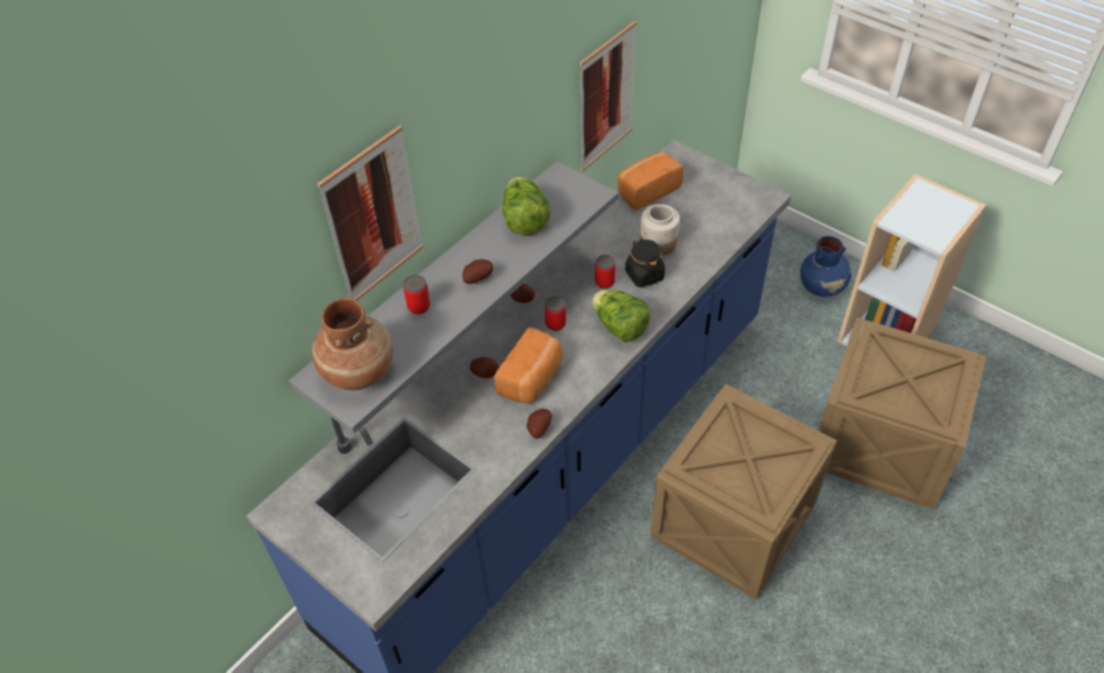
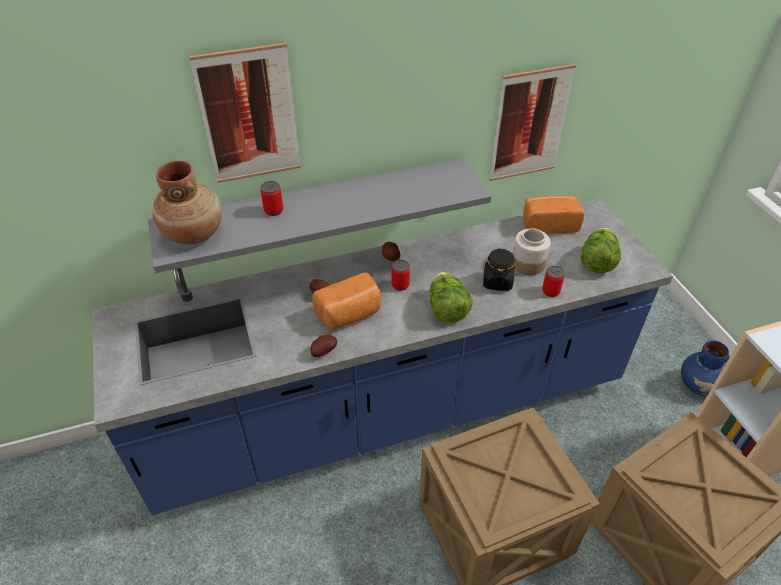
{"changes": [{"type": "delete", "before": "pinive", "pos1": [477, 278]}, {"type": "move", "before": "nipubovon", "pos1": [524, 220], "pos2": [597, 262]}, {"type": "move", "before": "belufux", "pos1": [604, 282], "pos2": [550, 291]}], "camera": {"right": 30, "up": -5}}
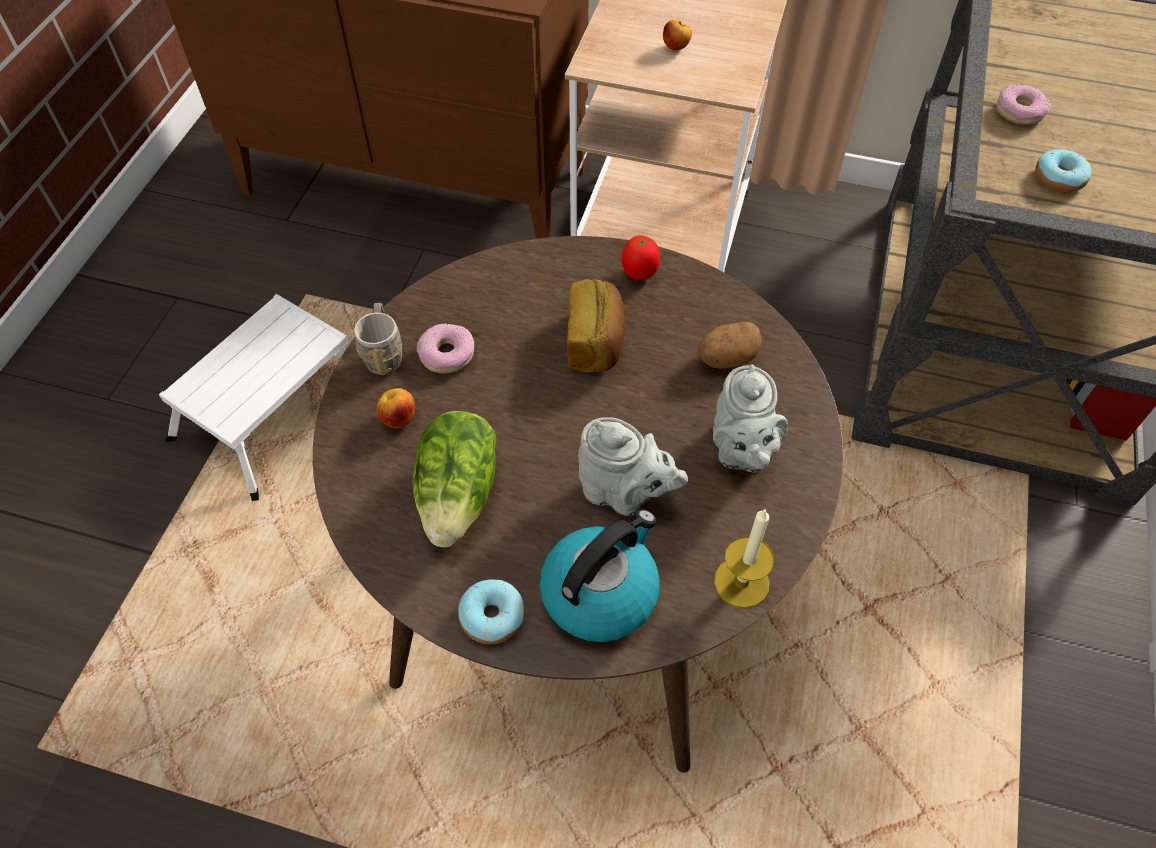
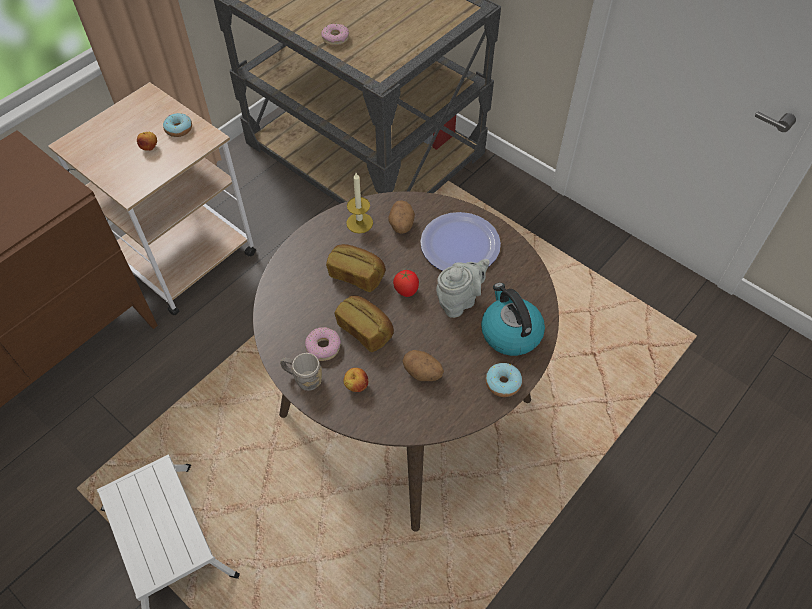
{"changes": [{"type": "insert", "after": "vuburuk", "pos2": [365, 330]}, {"type": "move", "before": "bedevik", "pos1": [640, 274], "pos2": [406, 291]}, {"type": "move", "before": "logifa", "pos1": [741, 582], "pos2": [359, 223]}, {"type": "move", "before": "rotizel", "pos1": [1058, 179], "pos2": [179, 129]}, {"type": "replace", "before": "nipubovon", "after": "pinive", "pos1": [460, 494], "pos2": [423, 373]}, {"type": "replace", "before": "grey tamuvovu", "after": "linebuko", "pos1": [740, 451], "pos2": [460, 244]}], "camera": {"right": -65, "up": 0}}
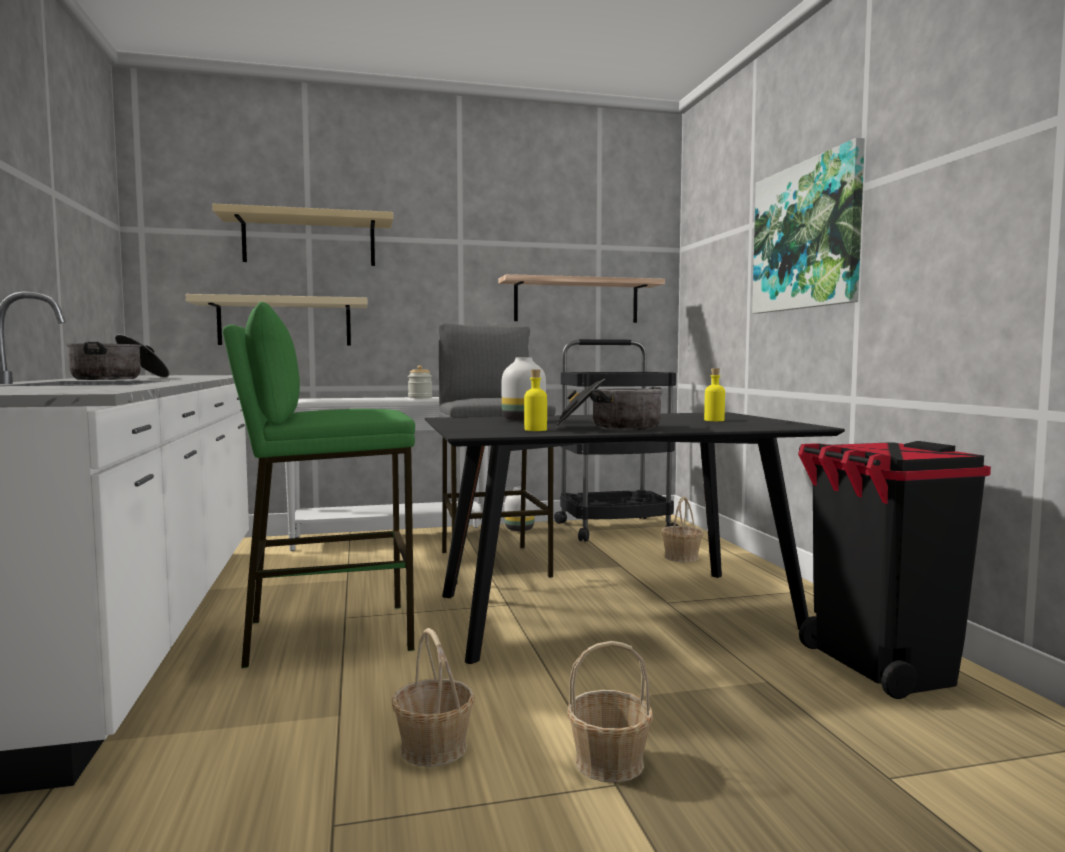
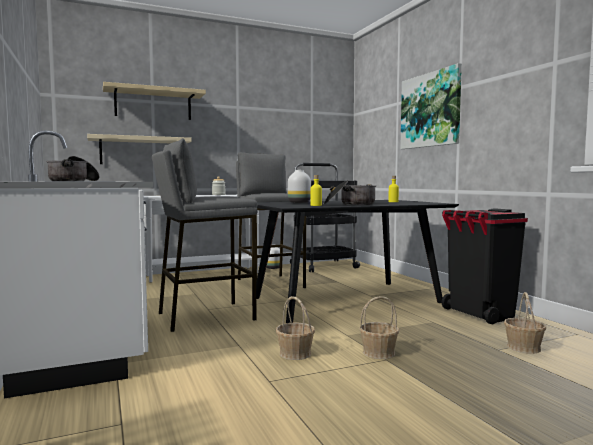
{"changes": [{"type": "delete", "before": "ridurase", "pos1": [576, 301]}, {"type": "move", "before": "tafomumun", "pos1": [681, 557], "pos2": [523, 347]}, {"type": "recolor", "before": "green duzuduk", "after": "grey duzuduk", "pos1": [328, 634], "pos2": [205, 316]}], "camera": {"right": -10, "up": 0}}
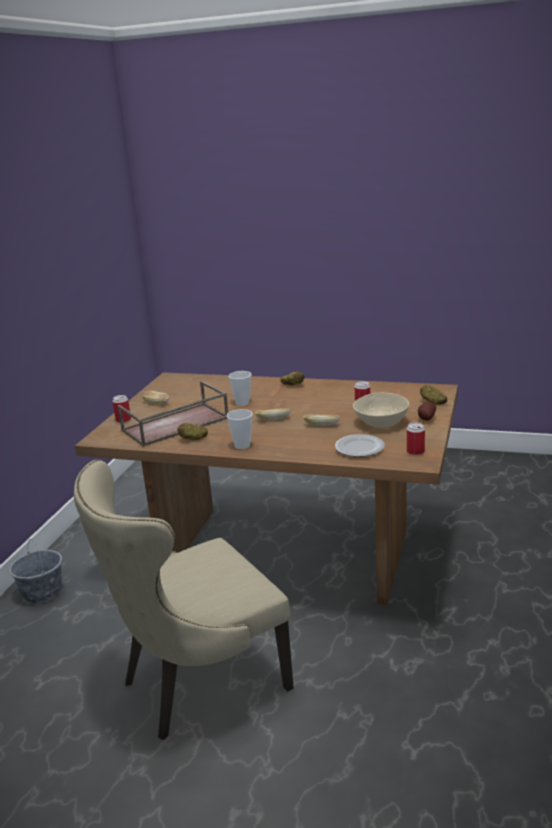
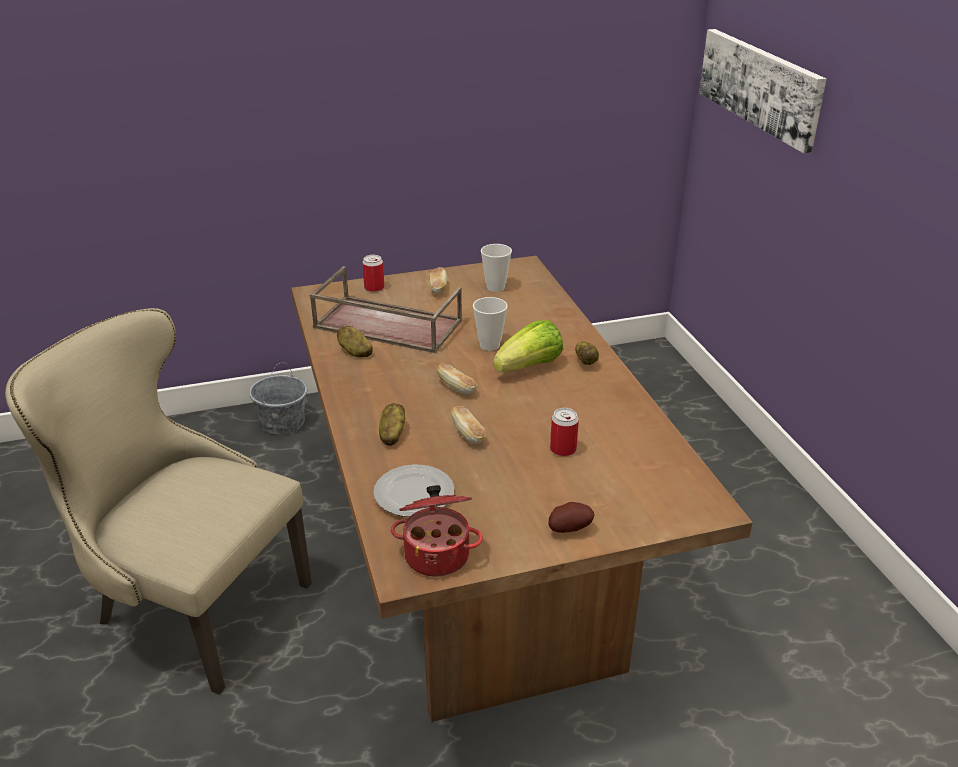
{"changes": [{"type": "delete", "before": "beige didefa", "pos1": [381, 423]}, {"type": "insert", "after": "nipubovon", "pos2": [529, 367]}, {"type": "insert", "after": "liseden", "pos2": [760, 86]}, {"type": "move", "before": "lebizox", "pos1": [242, 446], "pos2": [495, 287]}, {"type": "move", "before": "pinive", "pos1": [433, 402], "pos2": [392, 435]}, {"type": "replace", "before": "belufux", "after": "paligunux", "pos1": [415, 452], "pos2": [437, 554]}], "camera": {"right": 55, "up": 10}}
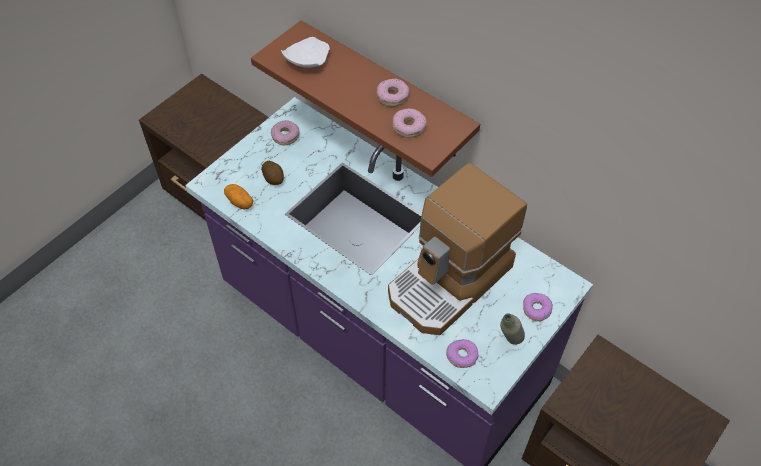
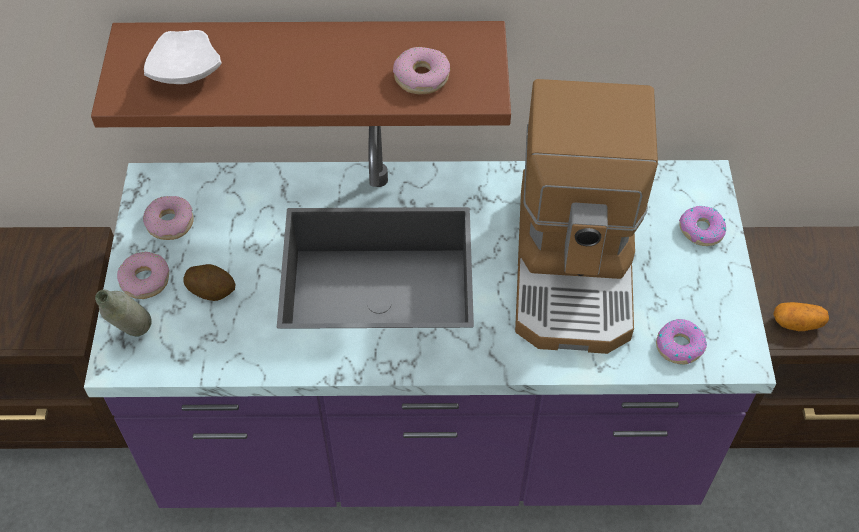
{"changes": [{"type": "move", "before": "pinive", "pos1": [240, 202], "pos2": [797, 323]}, {"type": "move", "before": "rotizel", "pos1": [392, 96], "pos2": [145, 280]}, {"type": "move", "before": "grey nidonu", "pos1": [508, 343], "pos2": [135, 338]}], "camera": {"right": -40, "up": 0}}
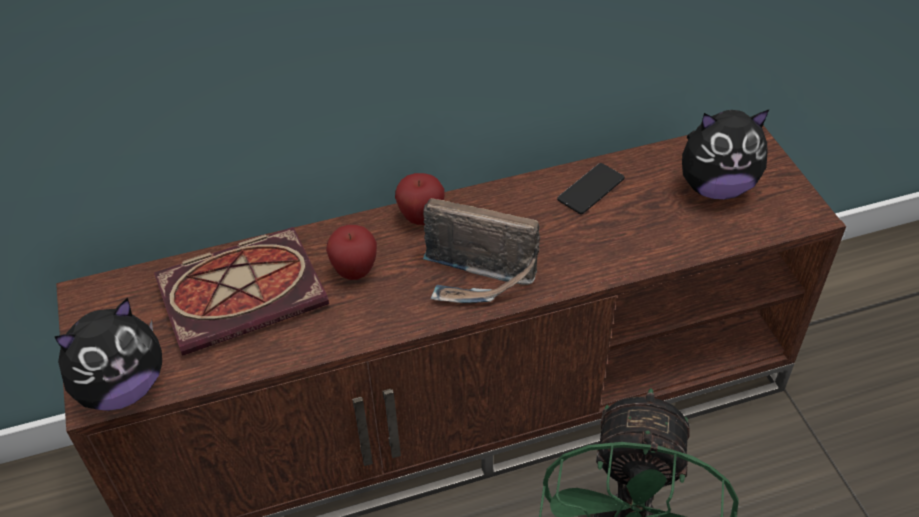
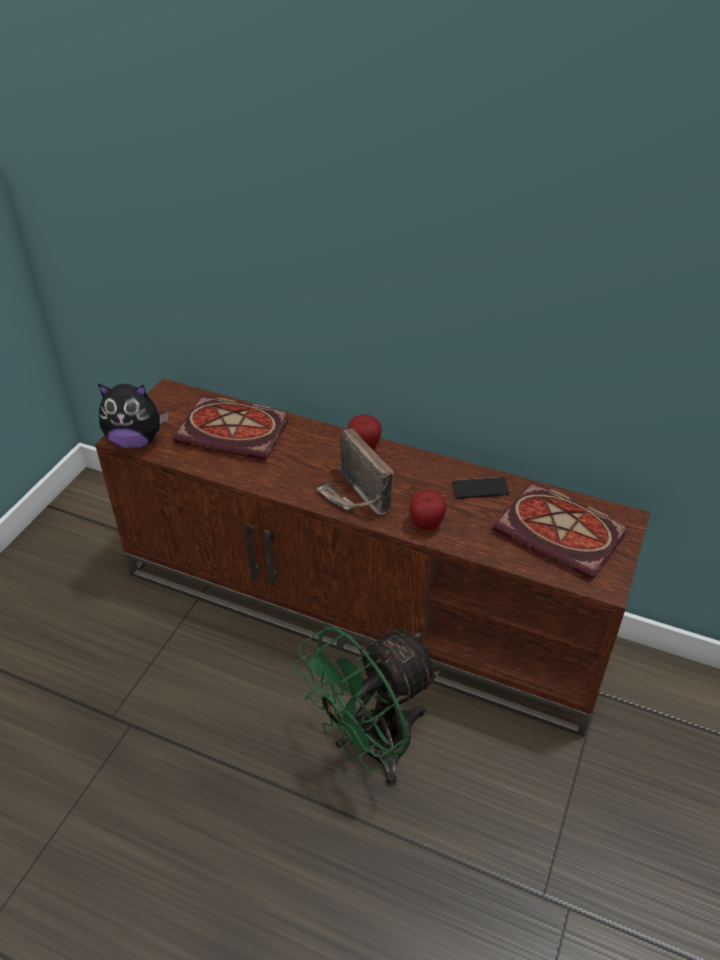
{"changes": [{"type": "move", "before": "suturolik", "pos1": [355, 271], "pos2": [426, 524]}, {"type": "replace", "before": "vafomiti", "after": "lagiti", "pos1": [715, 187], "pos2": [563, 533]}], "camera": {"right": 40, "up": -5}}
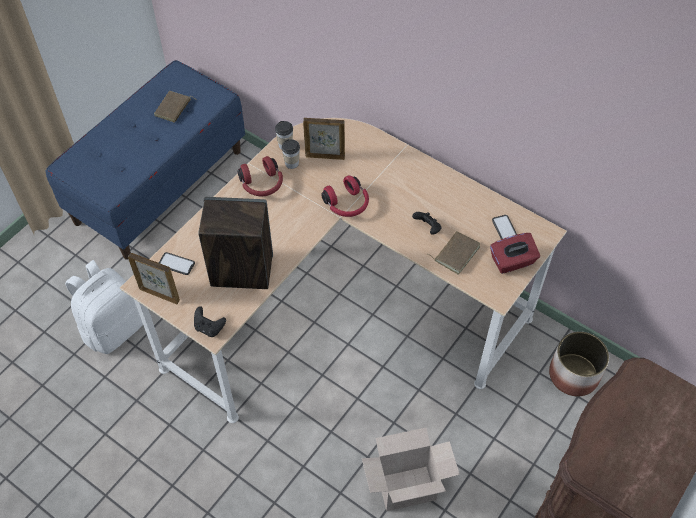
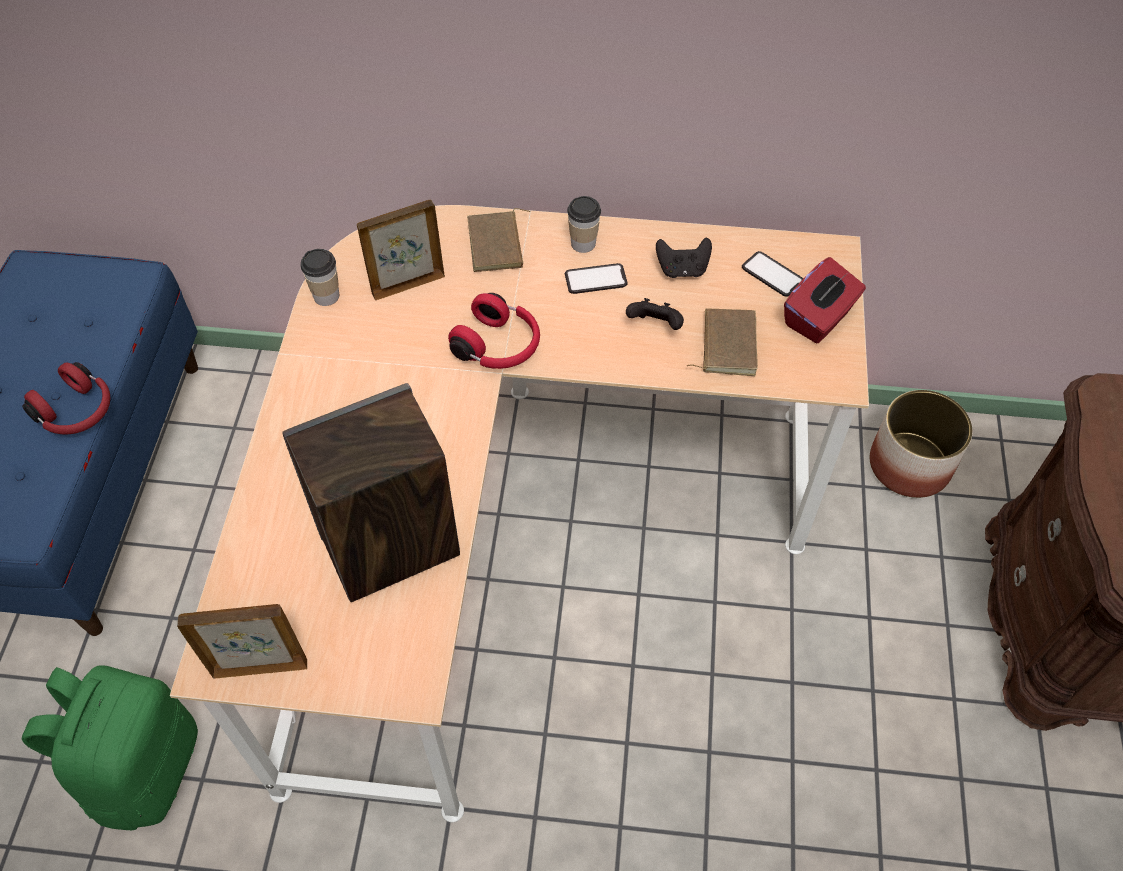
{"changes": [{"type": "delete", "before": "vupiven", "pos1": [408, 486]}, {"type": "move", "before": "brown lagiti", "pos1": [174, 108], "pos2": [498, 245]}, {"type": "move", "before": "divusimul", "pos1": [176, 264], "pos2": [595, 279]}, {"type": "move", "before": "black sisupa", "pos1": [209, 328], "pos2": [682, 269]}, {"type": "move", "before": "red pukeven", "pos1": [262, 184], "pos2": [77, 412]}, {"type": "move", "before": "lebizox", "pos1": [292, 163], "pos2": [583, 243]}, {"type": "recolor", "before": "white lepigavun", "after": "green lepigavun", "pos1": [114, 328], "pos2": [143, 768]}], "camera": {"right": -30, "up": 0}}
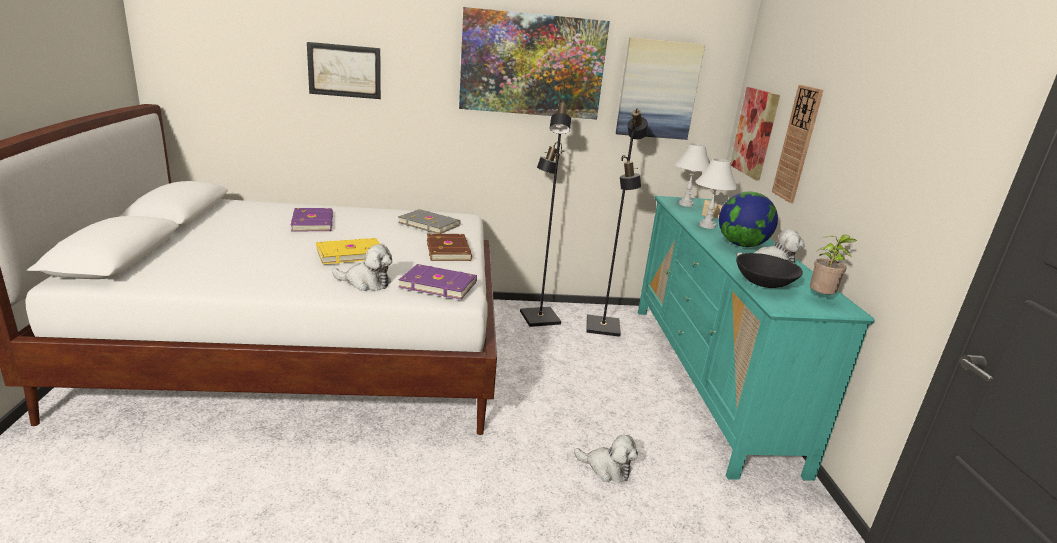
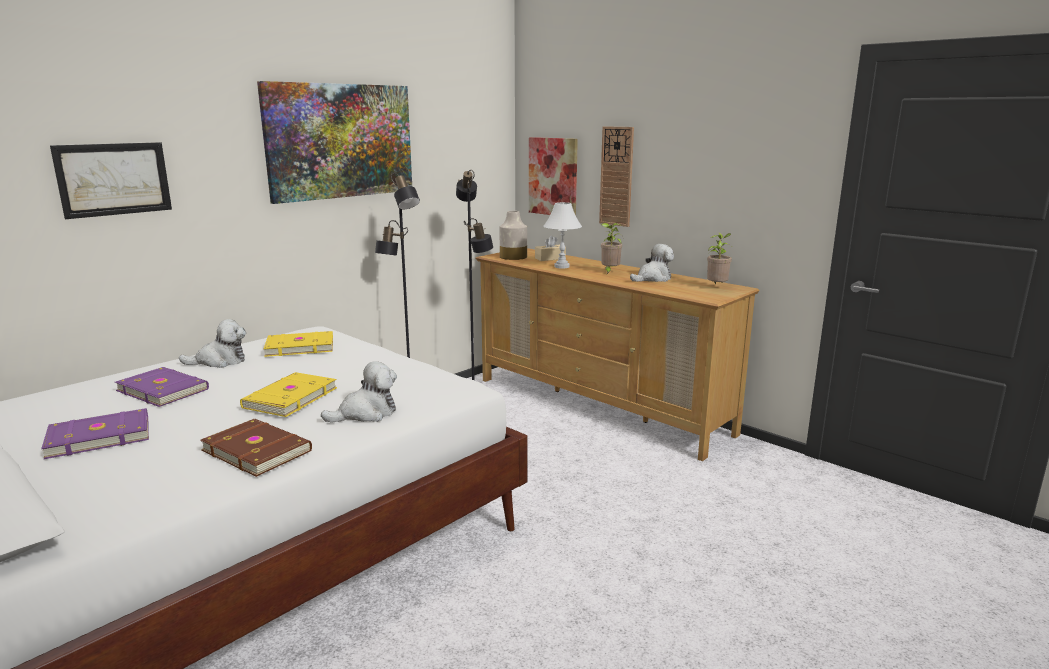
{"changes": [{"type": "delete", "before": "liseden", "pos1": [658, 89]}, {"type": "delete", "before": "black didefa", "pos1": [764, 283]}, {"type": "move", "before": "purple lagiti", "pos1": [438, 284], "pos2": [98, 436]}, {"type": "move", "before": "brown lagiti", "pos1": [449, 250], "pos2": [258, 450]}, {"type": "move", "before": "vafomiti", "pos1": [607, 468], "pos2": [220, 361]}, {"type": "replace", "before": "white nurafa", "after": "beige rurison", "pos1": [686, 204], "pos2": [513, 257]}, {"type": "replace", "before": "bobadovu", "after": "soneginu", "pos1": [741, 245], "pos2": [609, 272]}, {"type": "recolor", "before": "grey lagiti", "after": "yellow lagiti", "pos1": [429, 224], "pos2": [299, 347]}, {"type": "recolor", "before": "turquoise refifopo", "after": "brown refifopo", "pos1": [706, 379], "pos2": [599, 406]}], "camera": {"right": -40, "up": -5}}
